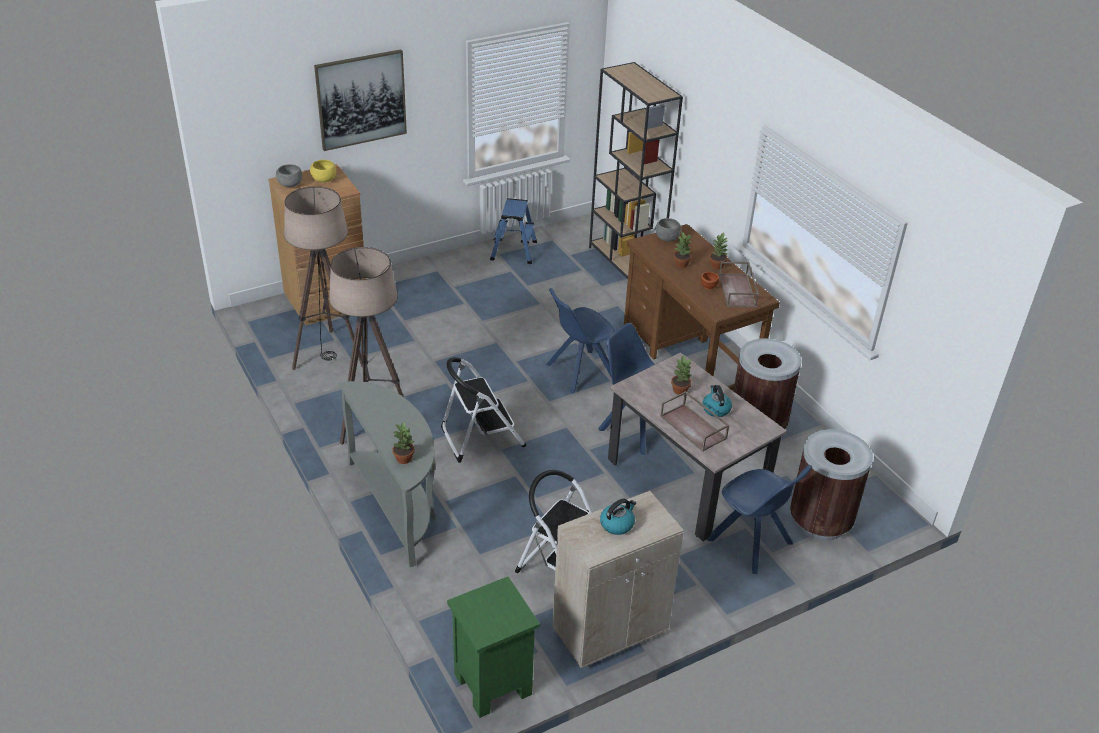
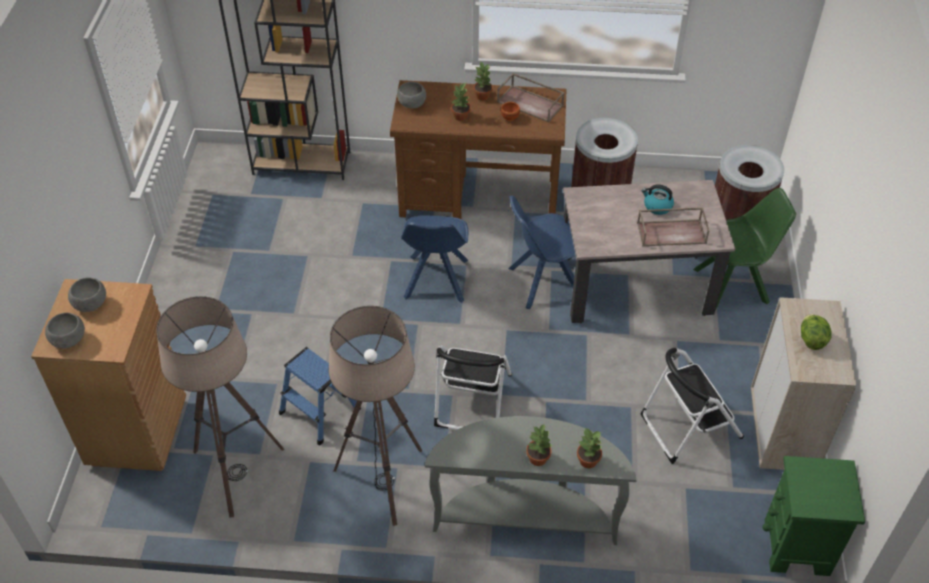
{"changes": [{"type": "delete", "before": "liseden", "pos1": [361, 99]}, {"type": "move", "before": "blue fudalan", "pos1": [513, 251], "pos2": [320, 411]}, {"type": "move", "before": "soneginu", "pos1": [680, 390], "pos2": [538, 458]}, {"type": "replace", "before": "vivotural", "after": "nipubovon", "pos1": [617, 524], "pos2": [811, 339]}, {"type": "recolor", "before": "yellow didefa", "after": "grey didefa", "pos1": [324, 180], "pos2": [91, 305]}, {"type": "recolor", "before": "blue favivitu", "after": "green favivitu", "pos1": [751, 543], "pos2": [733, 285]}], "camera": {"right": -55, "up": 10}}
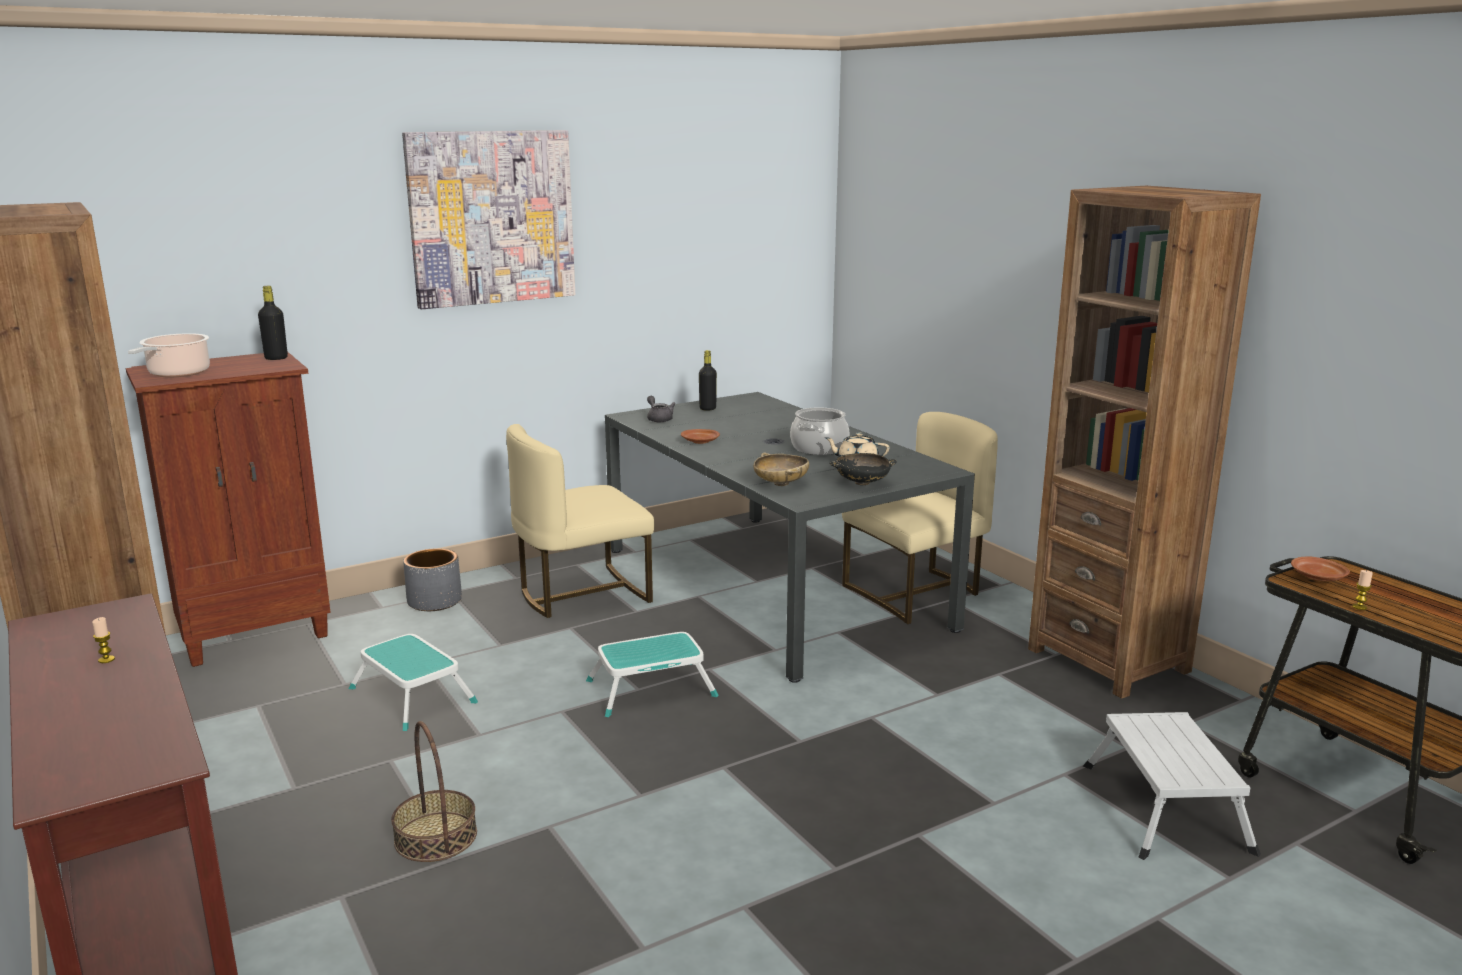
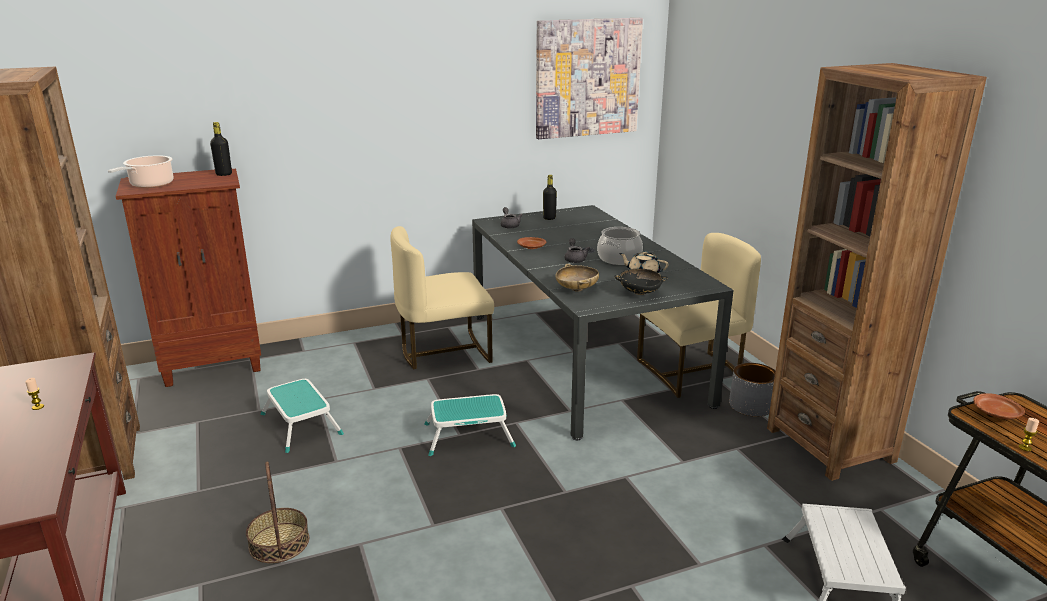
{"changes": [{"type": "insert", "after": "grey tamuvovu", "pos2": [575, 259]}, {"type": "move", "before": "liseden", "pos1": [491, 218], "pos2": [587, 78]}, {"type": "move", "before": "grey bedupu", "pos1": [435, 602], "pos2": [751, 406]}], "camera": {"right": 10, "up": 5}}
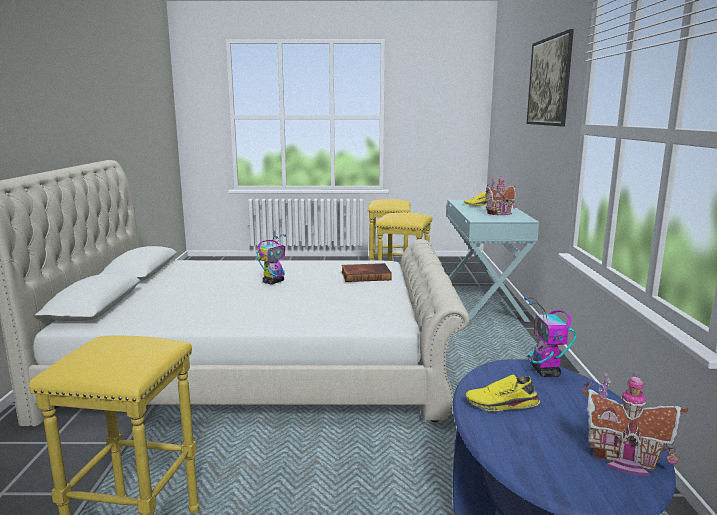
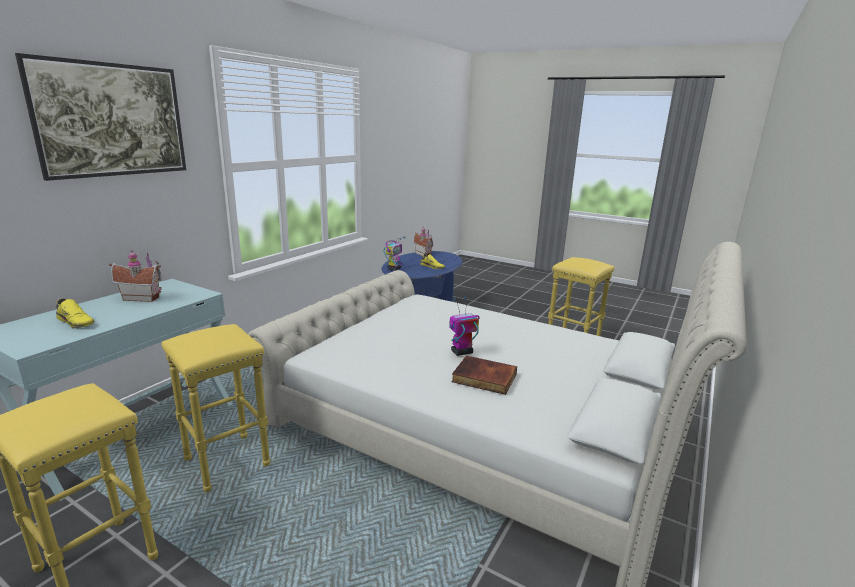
{"changes": [{"type": "move", "before": "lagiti", "pos1": [366, 275], "pos2": [483, 378]}], "camera": {"right": -150, "up": 5}}
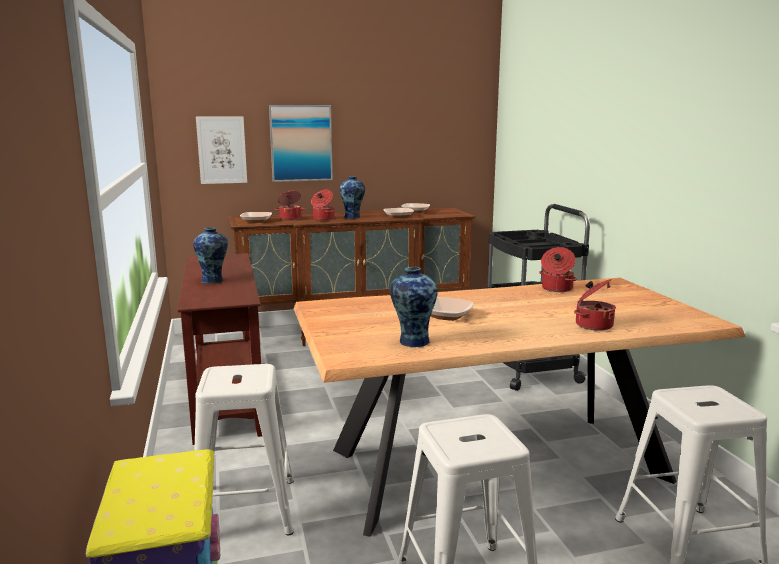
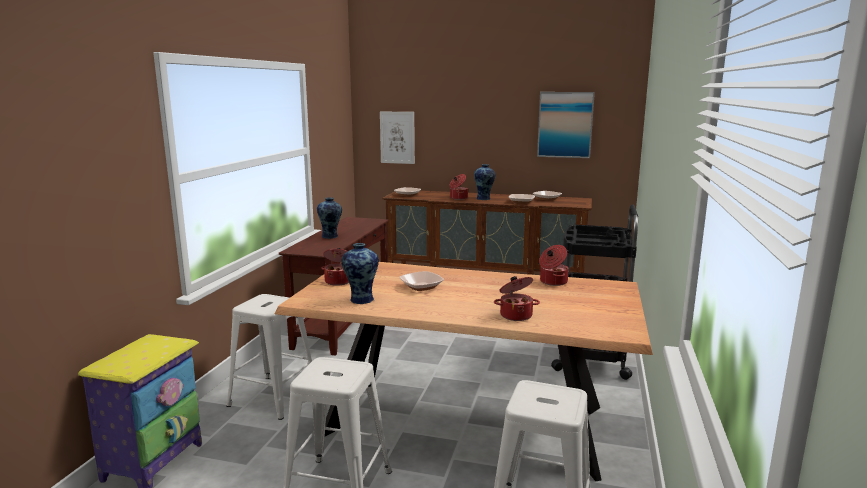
{"changes": [{"type": "move", "before": "liseden", "pos1": [301, 143], "pos2": [565, 124]}, {"type": "move", "before": "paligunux", "pos1": [290, 218], "pos2": [339, 281]}], "camera": {"right": 30, "up": 0}}
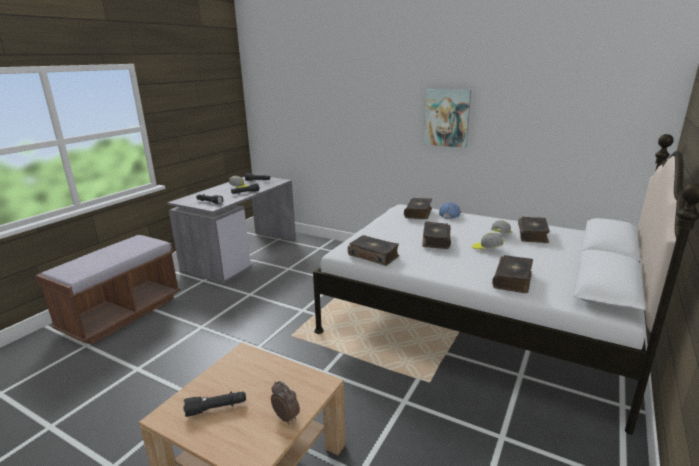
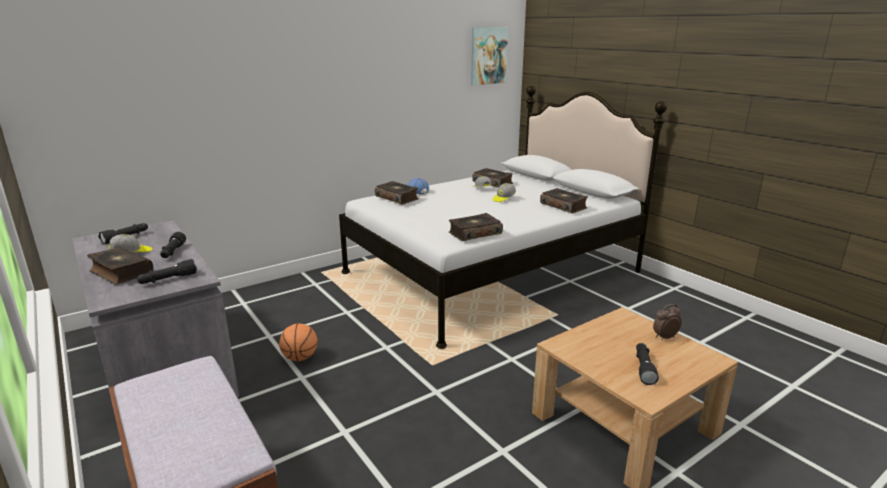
{"changes": [{"type": "insert", "after": "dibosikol", "pos2": [300, 358]}, {"type": "move", "before": "lagiti", "pos1": [435, 240], "pos2": [120, 272]}, {"type": "move", "before": "liseden", "pos1": [447, 118], "pos2": [488, 56]}], "camera": {"right": -65, "up": 0}}
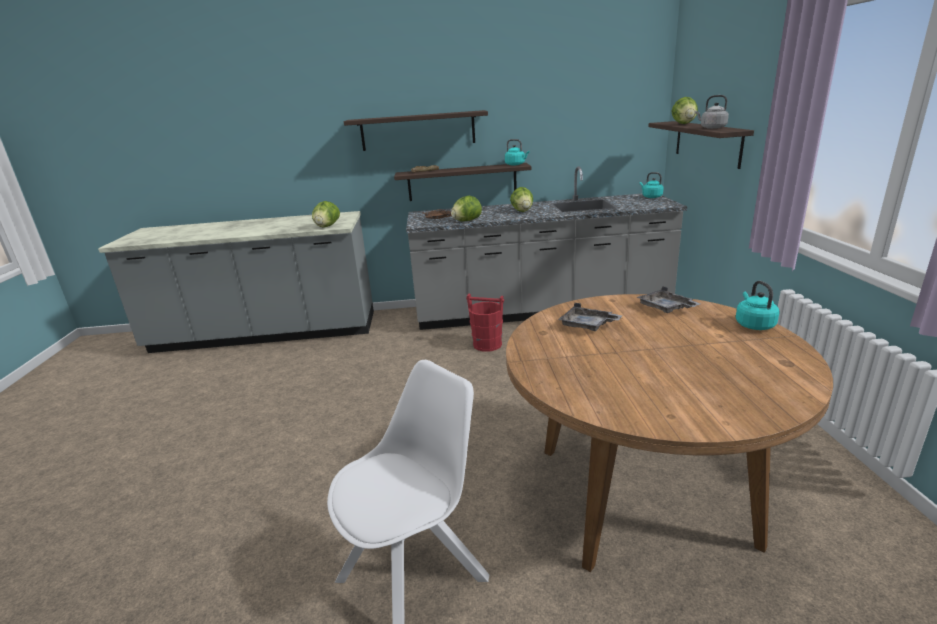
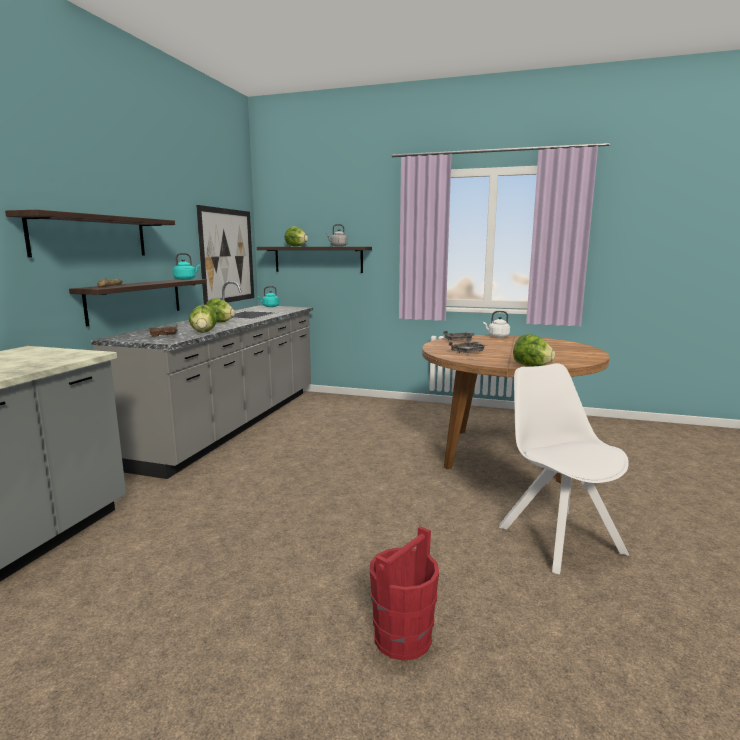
{"changes": [{"type": "insert", "after": "liseden", "pos2": [227, 256]}, {"type": "move", "before": "nipubovon", "pos1": [327, 226], "pos2": [531, 366]}, {"type": "move", "before": "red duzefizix", "pos1": [487, 345], "pos2": [403, 638]}, {"type": "recolor", "before": "turquoise vivotural", "after": "white vivotural", "pos1": [753, 324], "pos2": [497, 336]}], "camera": {"right": -70, "up": -10}}
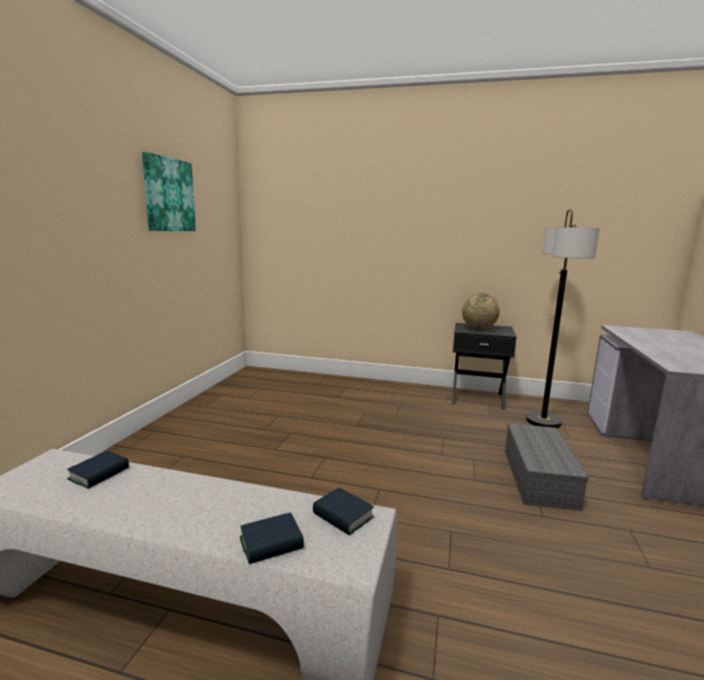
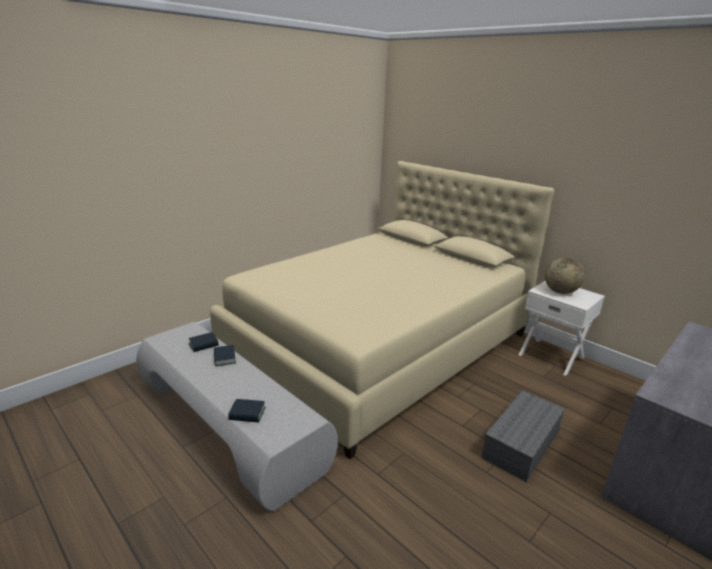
{"changes": [{"type": "delete", "before": "liseden", "pos1": [168, 195]}, {"type": "delete", "before": "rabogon", "pos1": [543, 421]}, {"type": "insert", "after": "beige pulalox", "pos2": [380, 344]}, {"type": "move", "before": "lagiti", "pos1": [343, 516], "pos2": [224, 358]}, {"type": "recolor", "before": "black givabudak", "after": "white givabudak", "pos1": [477, 398], "pos2": [551, 356]}], "camera": {"right": 30, "up": 10}}
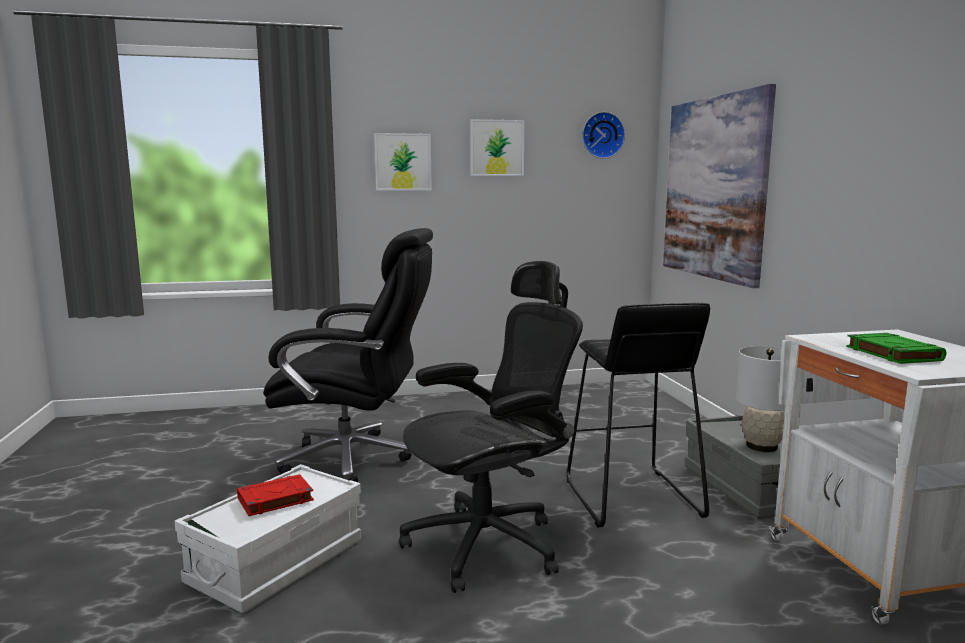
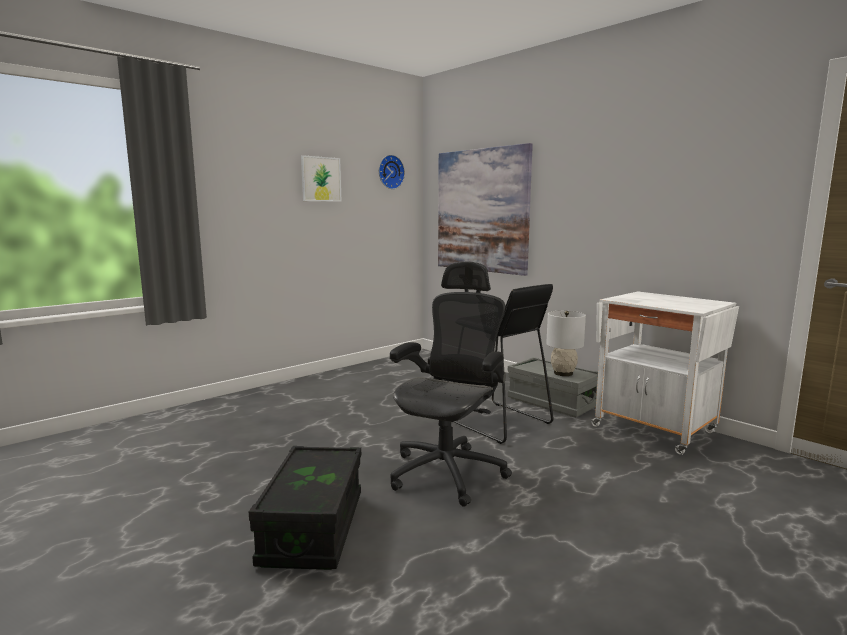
{"changes": [{"type": "delete", "before": "red lagiti", "pos1": [274, 500]}, {"type": "delete", "before": "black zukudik", "pos1": [355, 460]}, {"type": "delete", "before": "liseden", "pos1": [403, 162]}, {"type": "delete", "before": "green lagiti", "pos1": [892, 353]}, {"type": "recolor", "before": "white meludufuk", "after": "black meludufuk", "pos1": [277, 563], "pos2": [313, 528]}], "camera": {"right": -30, "up": 0}}
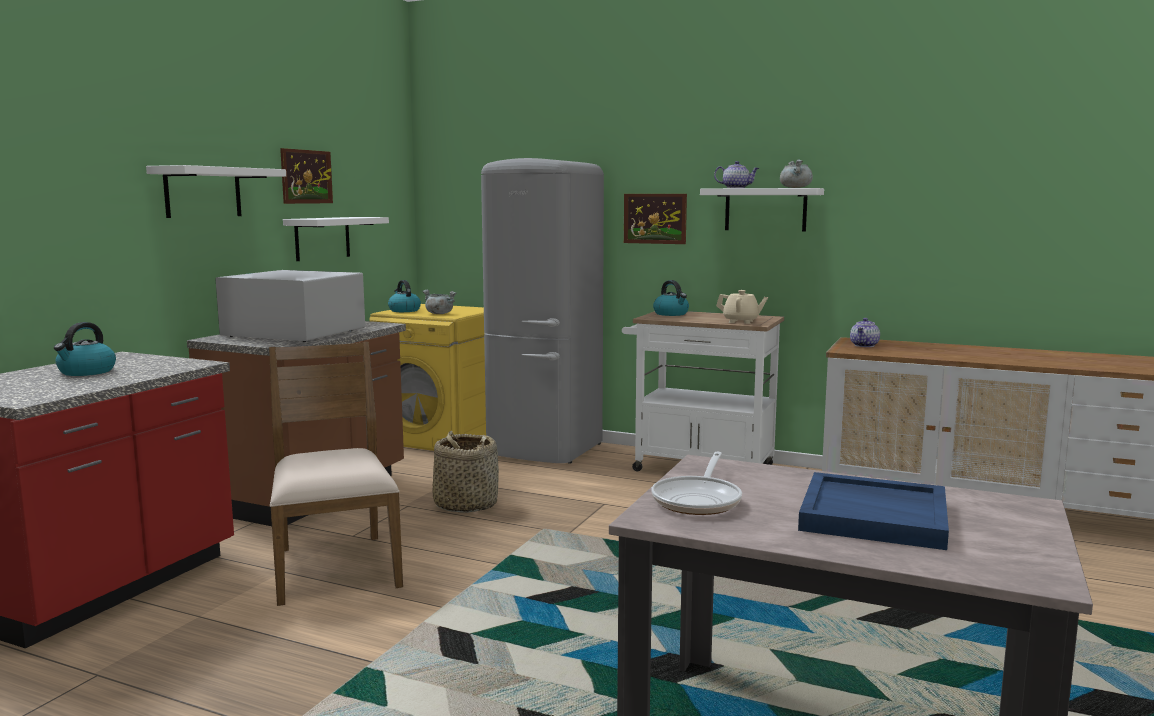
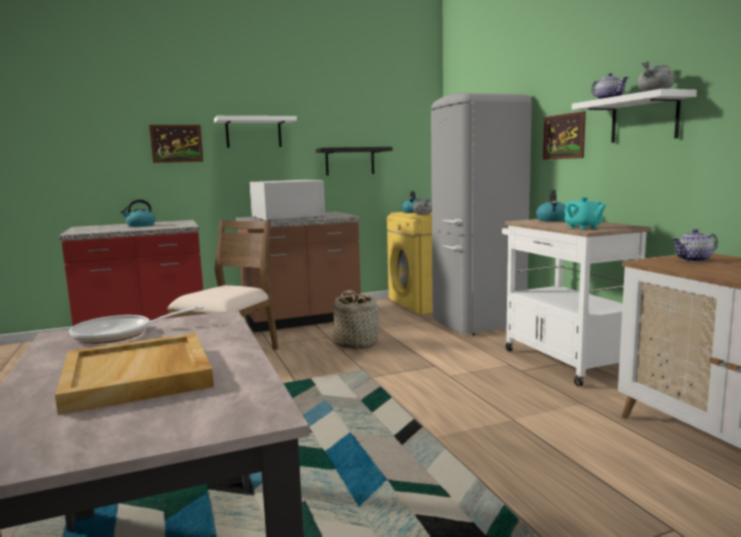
{"changes": [{"type": "move", "before": "liseden", "pos1": [306, 176], "pos2": [176, 143]}, {"type": "recolor", "before": "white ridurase", "after": "black ridurase", "pos1": [322, 238], "pos2": [350, 161]}, {"type": "recolor", "before": "beige tamuvovu", "after": "turquoise tamuvovu", "pos1": [741, 321], "pos2": [583, 227]}, {"type": "recolor", "before": "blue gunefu", "after": "beige gunefu", "pos1": [875, 516], "pos2": [139, 376]}], "camera": {"right": 45, "up": 0}}
